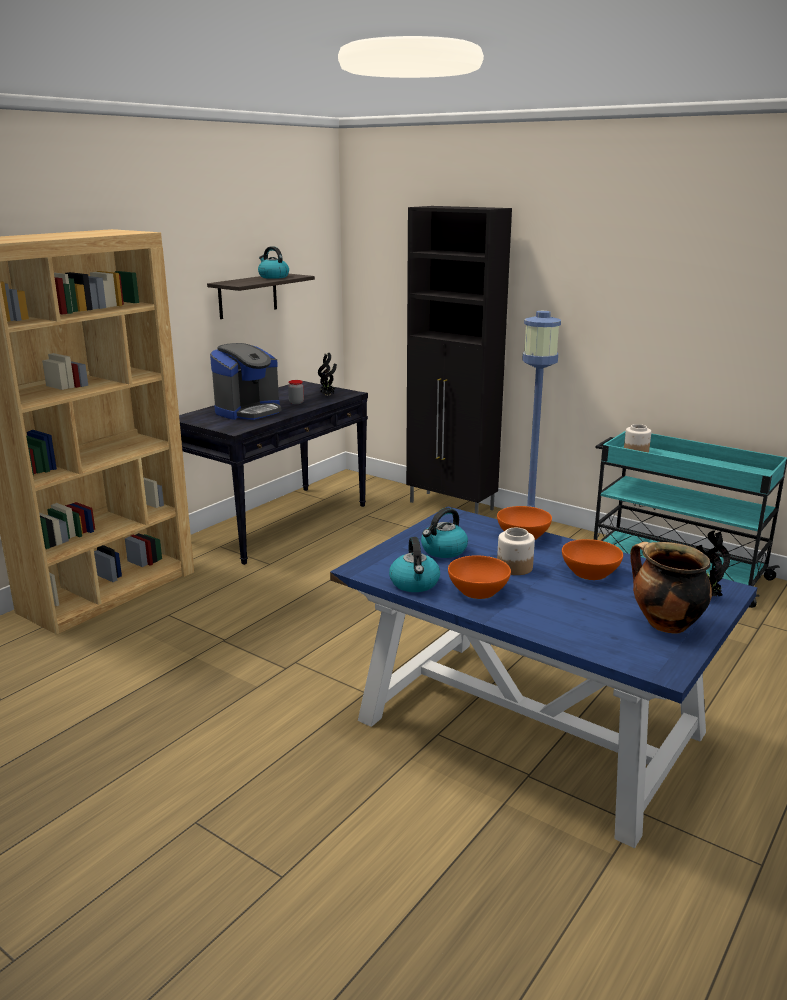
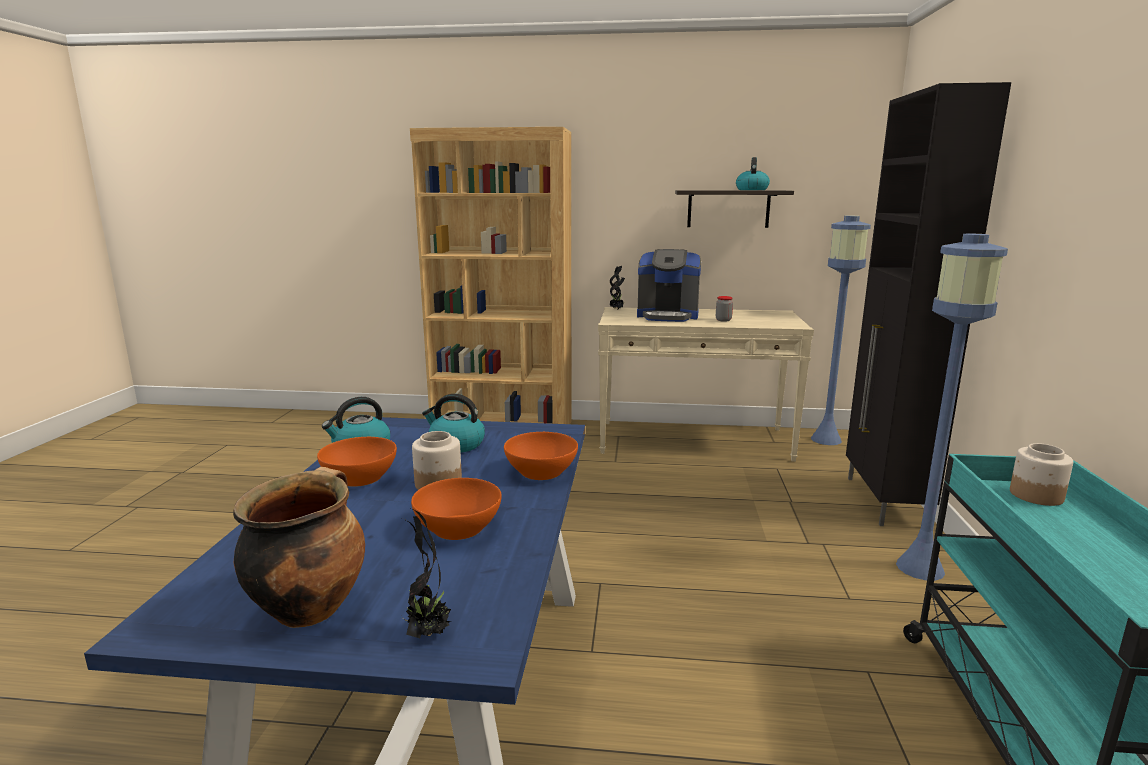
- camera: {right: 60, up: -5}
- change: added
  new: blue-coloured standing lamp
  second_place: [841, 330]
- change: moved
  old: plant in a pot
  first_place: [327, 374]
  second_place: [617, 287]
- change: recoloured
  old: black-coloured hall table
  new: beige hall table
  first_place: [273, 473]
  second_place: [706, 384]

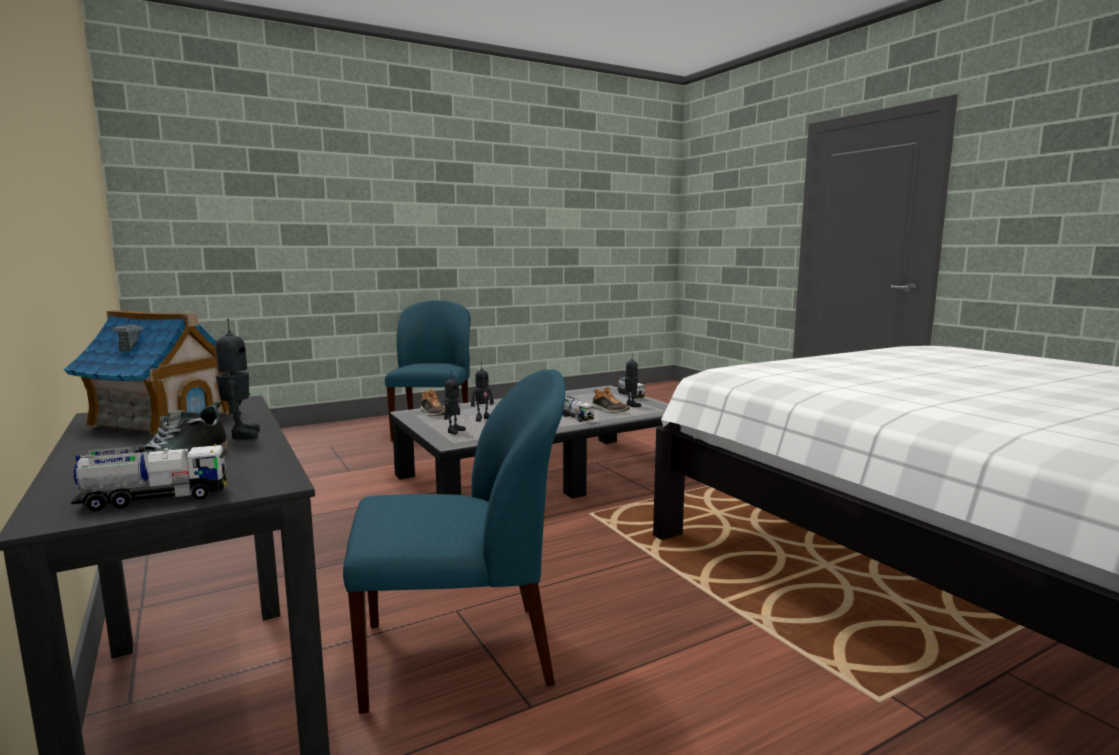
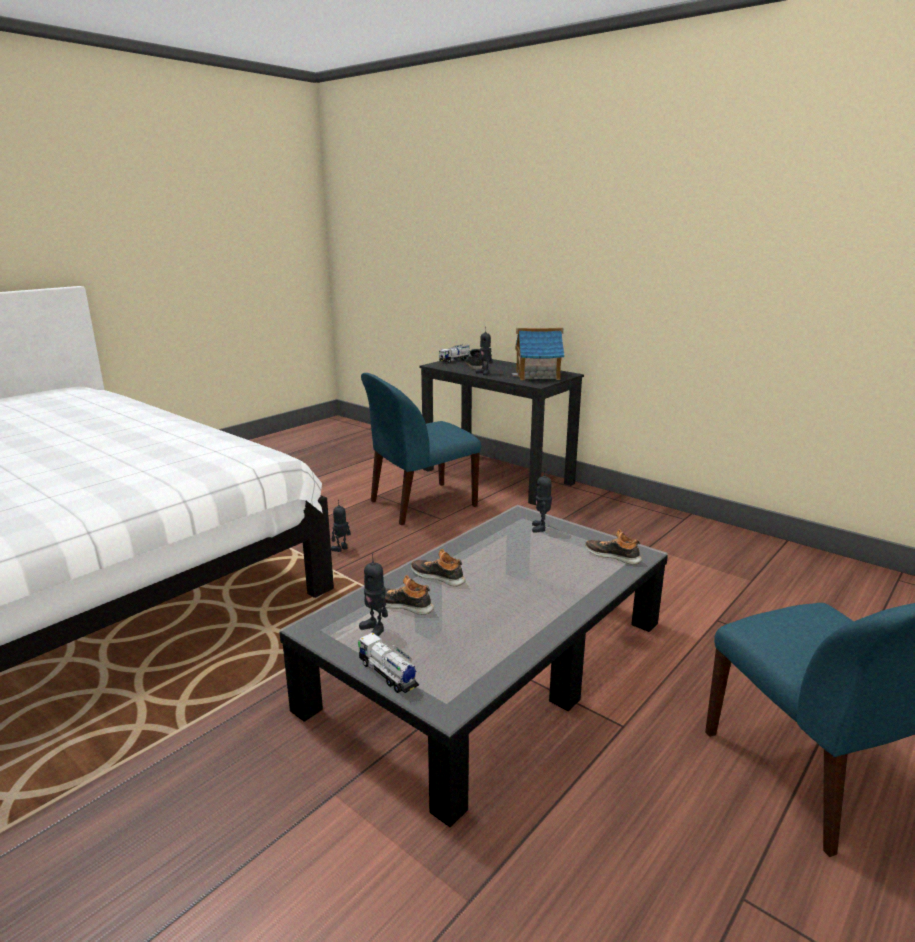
- camera: {right: 160, up: 10}
- change: moved
  old: model robot
  first_place: [482, 392]
  second_place: [341, 526]
- change: replaced
  old: toy lorry
  new: shoe
  first_place: [578, 408]
  second_place: [438, 567]

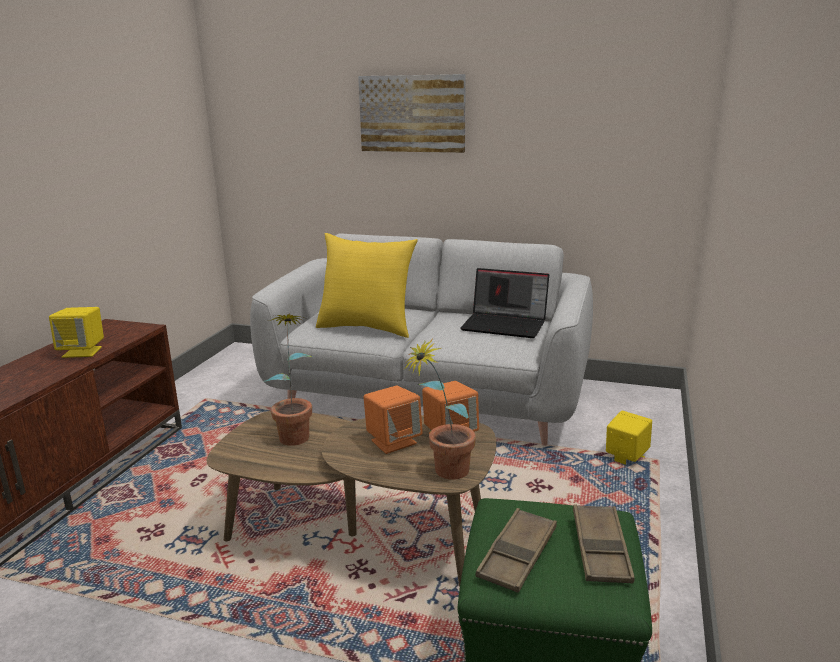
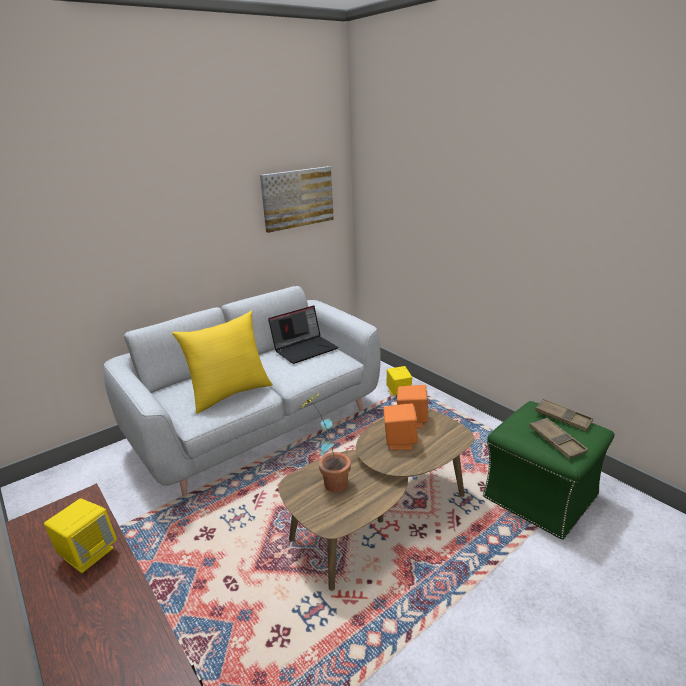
- camera: {right: -55, up: 5}
- change: removed
  old: plant in a pot
  first_place: [439, 409]
- change: moved
  old: wall picture
  first_place: [412, 113]
  second_place: [297, 199]

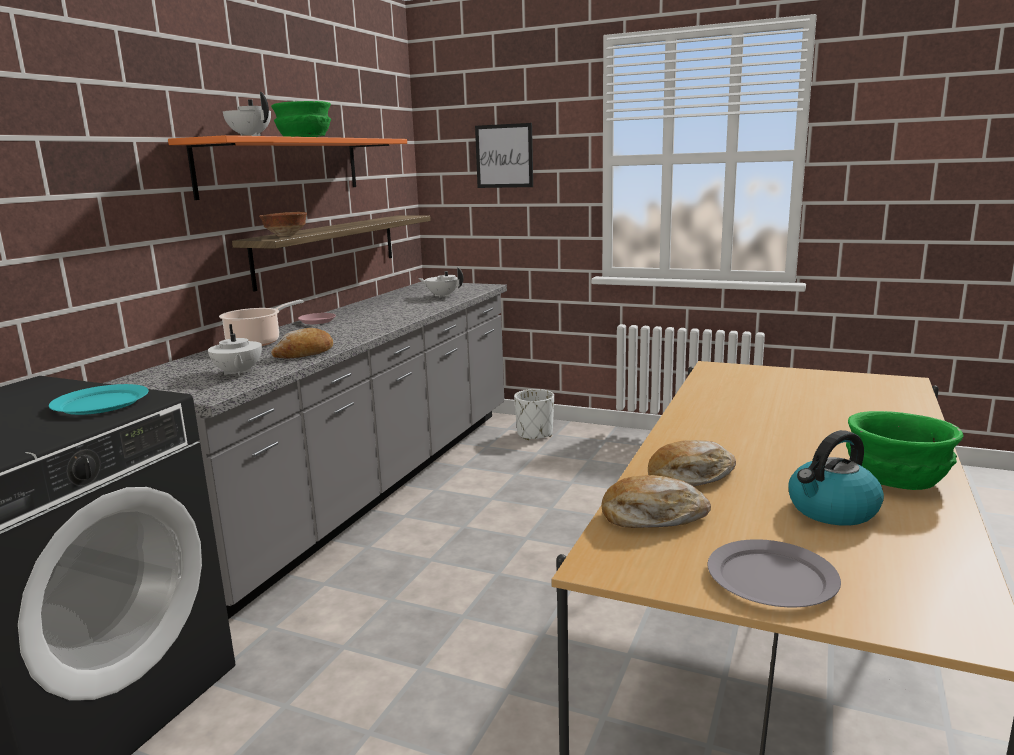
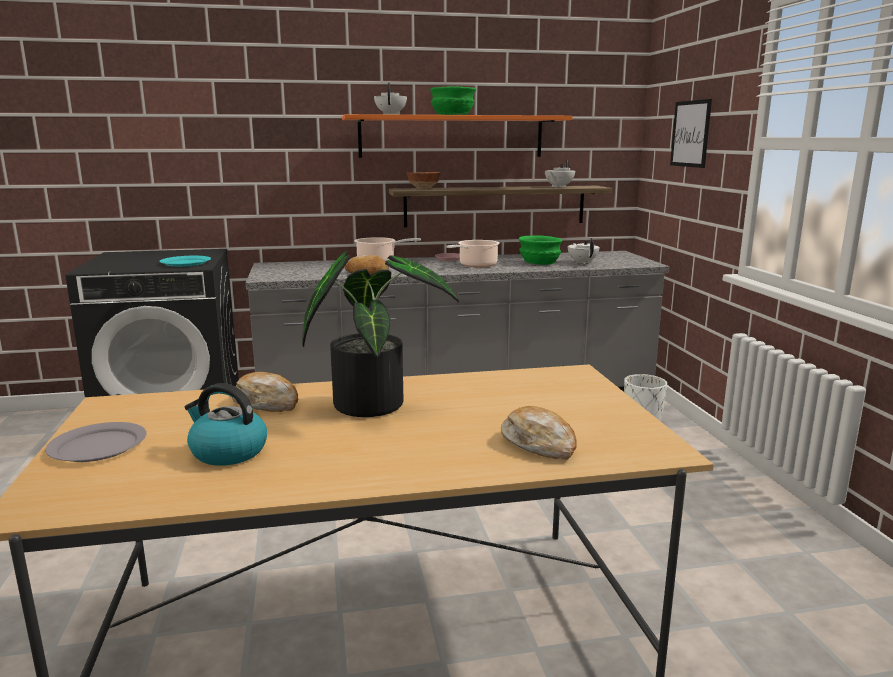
- camera: {right: 55, up: 0}
- change: added
  new: plant in a pot
  second_place: [380, 334]
- change: added
  new: saucepot
  second_place: [473, 253]
- change: moved
  old: white pot for tea
  first_place: [235, 350]
  second_place: [560, 173]
- change: moved
  old: bread
  first_place: [656, 501]
  second_place: [539, 433]
- change: moved
  old: green bowl
  first_place: [904, 450]
  second_place: [540, 250]

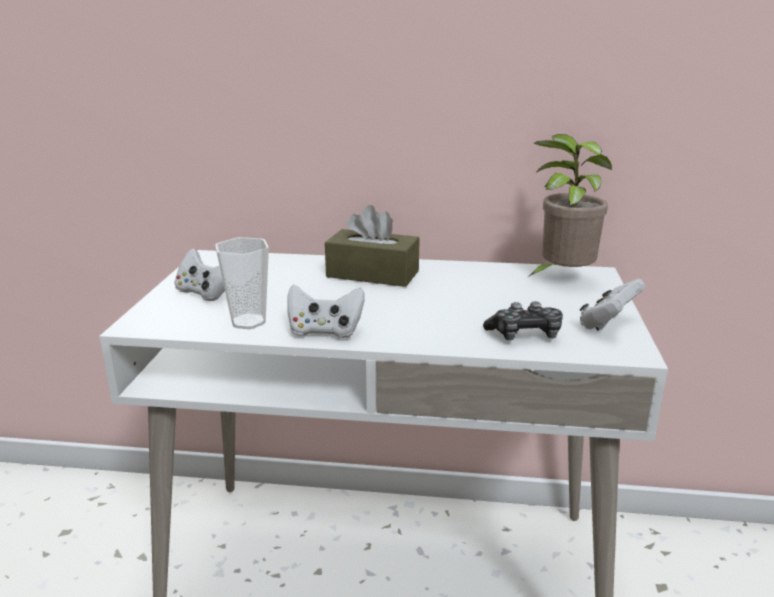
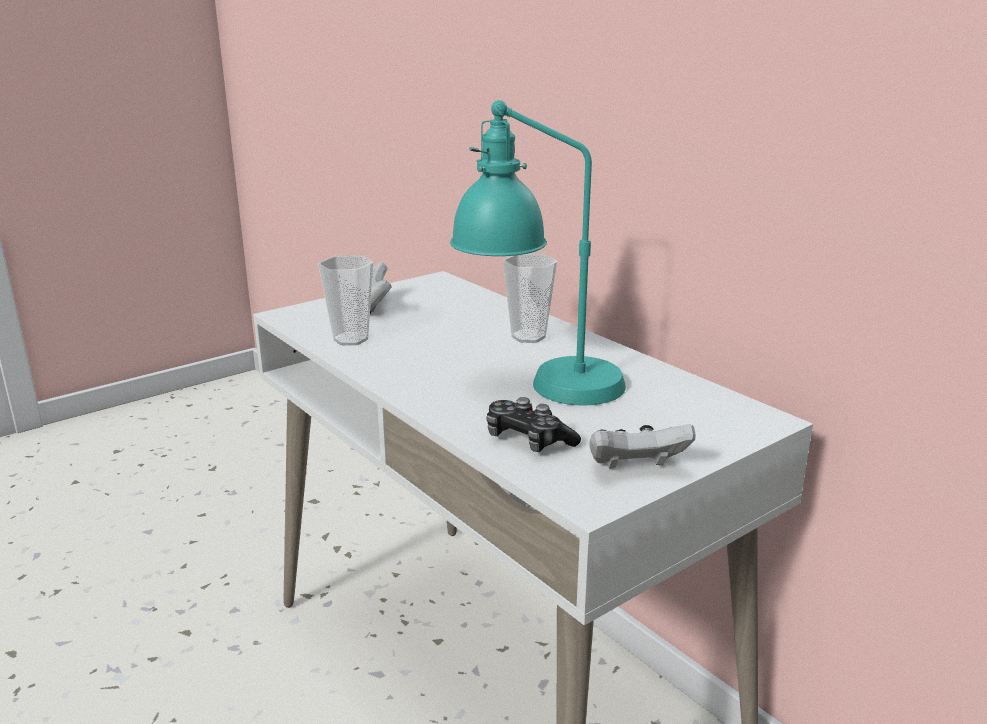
- camera: {right: 45, up: 0}
- change: removed
  old: white game controller
  first_place: [326, 311]
- change: removed
  old: plant in a pot
  first_place: [570, 205]
- change: added
  new: turquoise-coloured table lamp
  second_place: [538, 253]
- change: replaced
  old: brown tissue box
  new: drinking cup
  first_place: [372, 246]
  second_place: [530, 298]

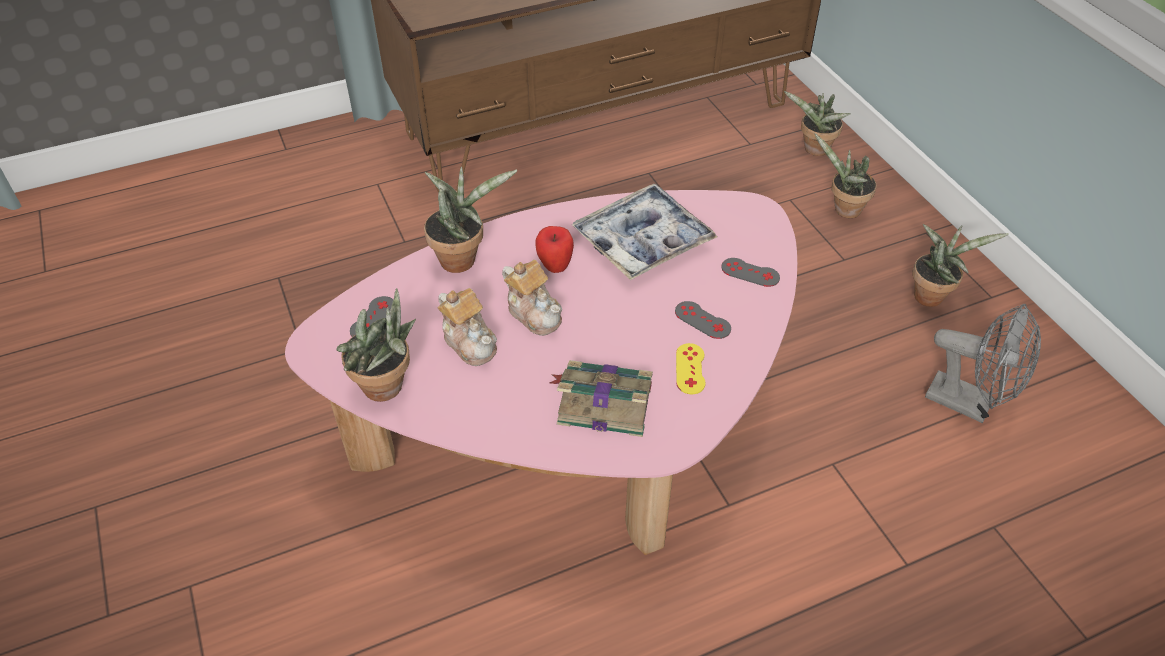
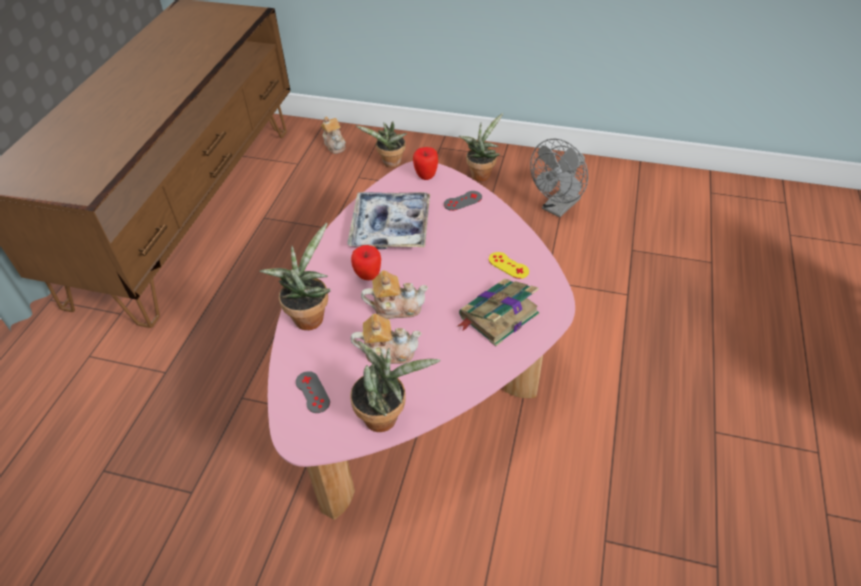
- camera: {right: -50, up: 0}
- change: removed
  old: greyish game controller
  first_place: [703, 320]
- change: added
  new: whole apple
  second_place: [425, 163]
- change: replaced
  old: plant in a pot
  new: pot for tea
  first_place: [817, 123]
  second_place: [333, 135]
- change: turned
  old: greyish fan
  first_place: [983, 363]
  second_place: [559, 178]
  degrees: 150

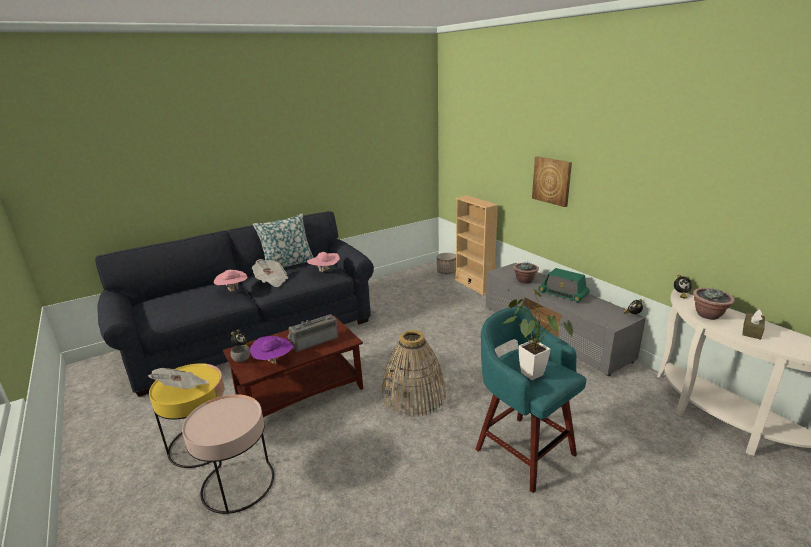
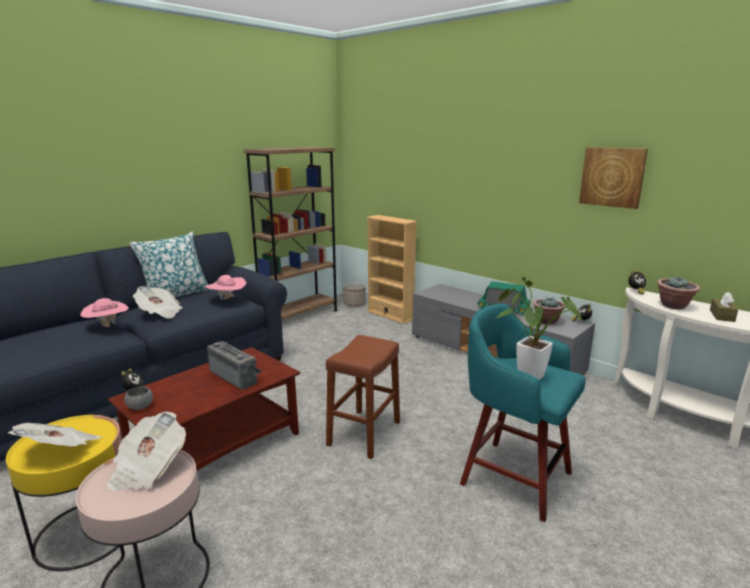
- camera: {right: -15, up: -5}
- change: removed
  old: purple-coloured wearable hat
  first_place: [271, 350]
- change: added
  new: daily paper
  second_place: [146, 451]
- change: added
  new: brown bookcase
  second_place: [291, 233]
- change: moved
  old: plant in a pot
  first_place: [526, 273]
  second_place: [549, 311]
- change: moved
  old: wall picture
  first_place: [552, 181]
  second_place: [613, 178]
- change: replaced
  old: household basket
  new: brown sitting stool
  first_place: [414, 373]
  second_place: [363, 397]
- change: turned
  old: radio
  first_place: [312, 333]
  second_place: [234, 365]
  degrees: 90

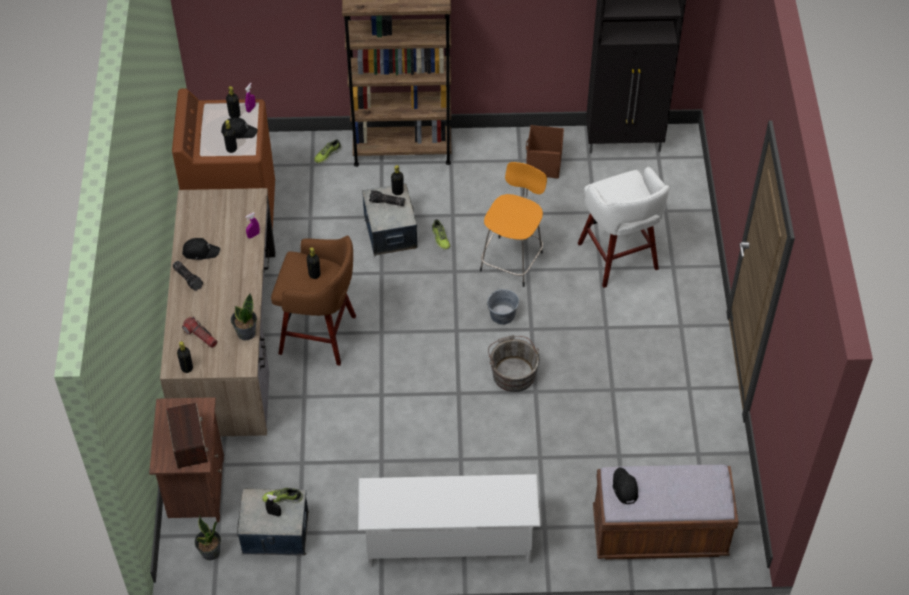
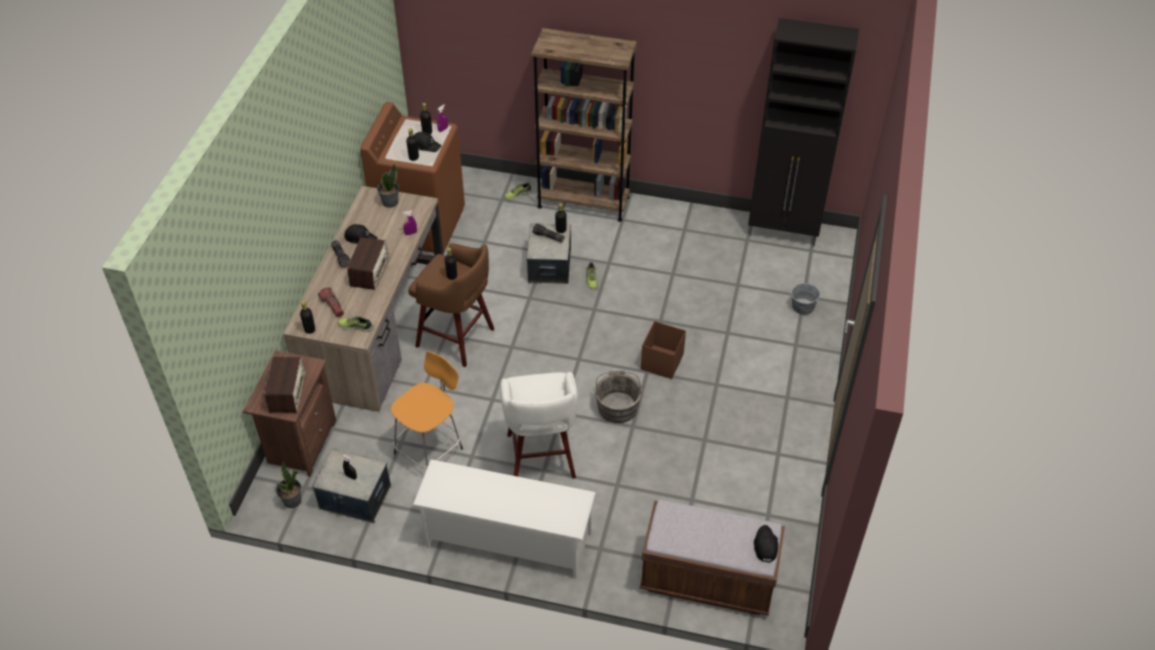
- camera: {right: 15, up: -5}
- change: added
  new: radio
  second_place: [368, 263]
- change: moved
  old: plant in a pot
  first_place: [244, 316]
  second_place: [388, 186]
- change: moved
  old: shoe
  first_place: [282, 496]
  second_place: [355, 324]
- change: moved
  old: orange sitting stool
  first_place: [513, 224]
  second_place: [427, 409]
- change: moved
  old: greyish water bucket
  first_place: [503, 307]
  second_place: [805, 297]
- change: moved
  old: brown storage box
  first_place: [545, 151]
  second_place: [663, 350]
- change: moved
  old: white sitting stool
  first_place: [623, 227]
  second_place: [539, 425]
- change: moved
  old: black-coloured baseball cap
  first_place: [625, 485]
  second_place: [766, 543]

